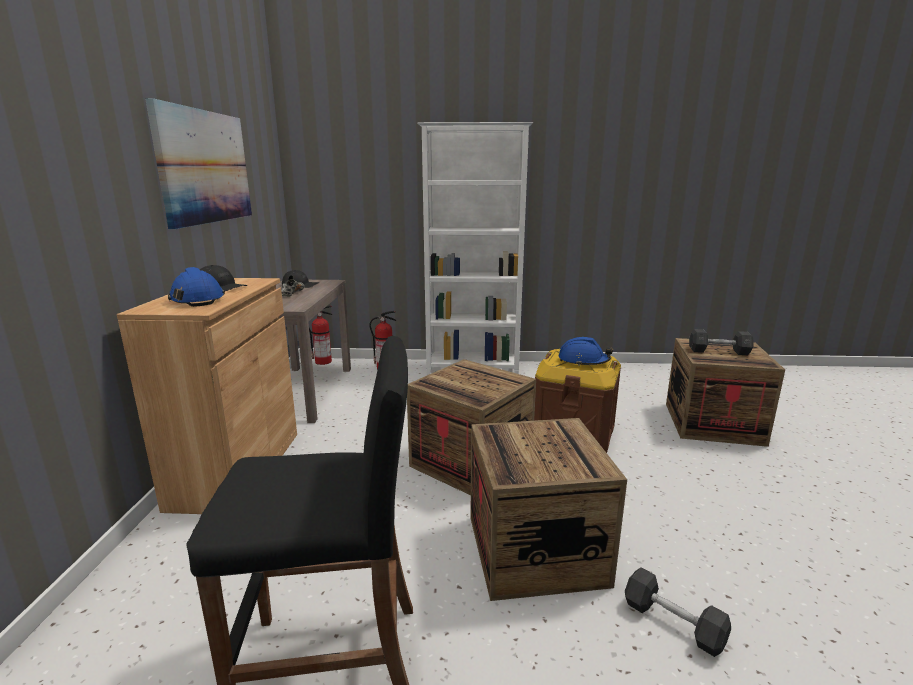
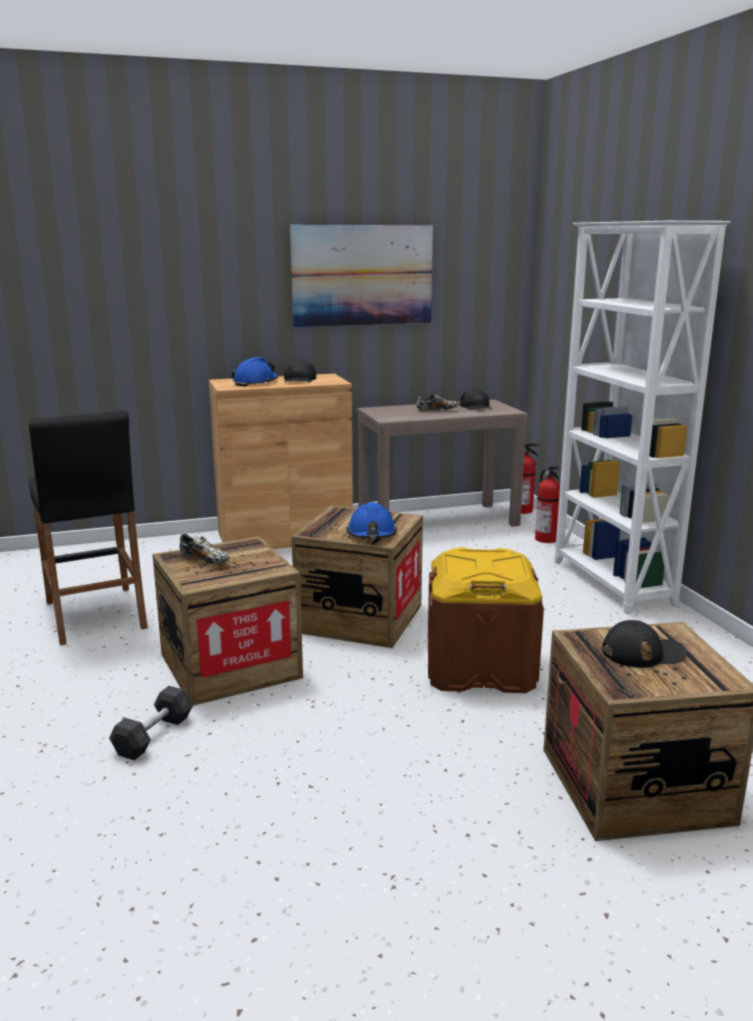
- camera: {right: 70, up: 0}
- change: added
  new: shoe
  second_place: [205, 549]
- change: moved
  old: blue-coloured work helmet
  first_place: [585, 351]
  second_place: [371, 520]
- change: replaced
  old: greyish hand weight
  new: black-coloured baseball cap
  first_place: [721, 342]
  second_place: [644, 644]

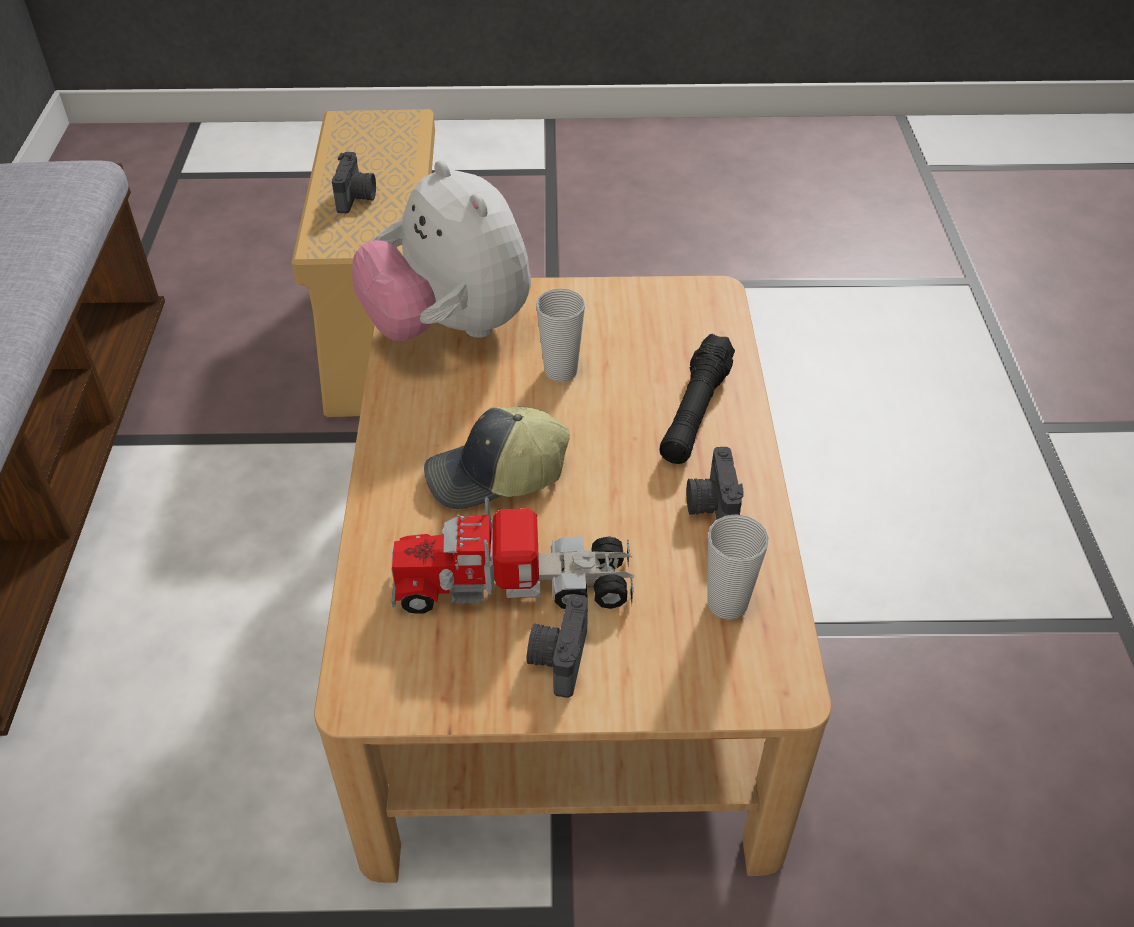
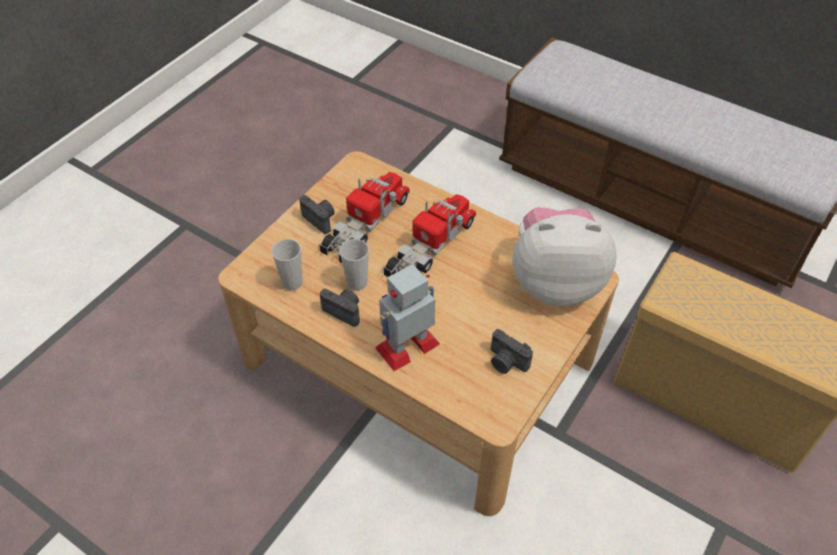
- camera: {right: 125, up: 5}
- change: moved
  old: still camera
  first_place: [354, 182]
  second_place: [512, 351]
- change: moved
  old: drinking cup
  first_place: [560, 335]
  second_place: [354, 265]
- change: replaced
  old: baseball cap
  new: toy lorry
  first_place: [497, 457]
  second_place: [429, 235]
- change: replaced
  old: black-coloured hand torch
  new: model robot
  first_place: [697, 399]
  second_place: [407, 317]

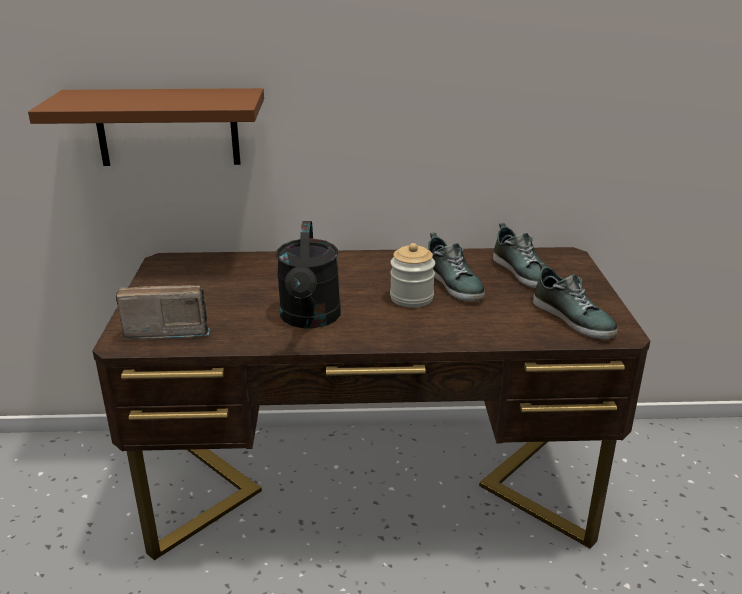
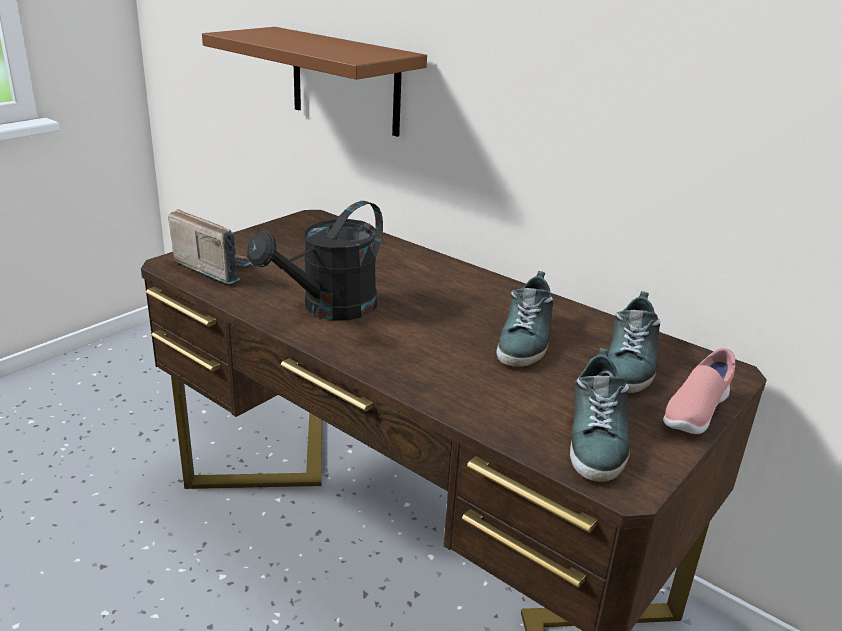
- camera: {right: 40, up: 0}
- change: removed
  old: preserve jar
  first_place: [412, 275]
- change: added
  new: pink-coloured shoe
  second_place: [699, 391]

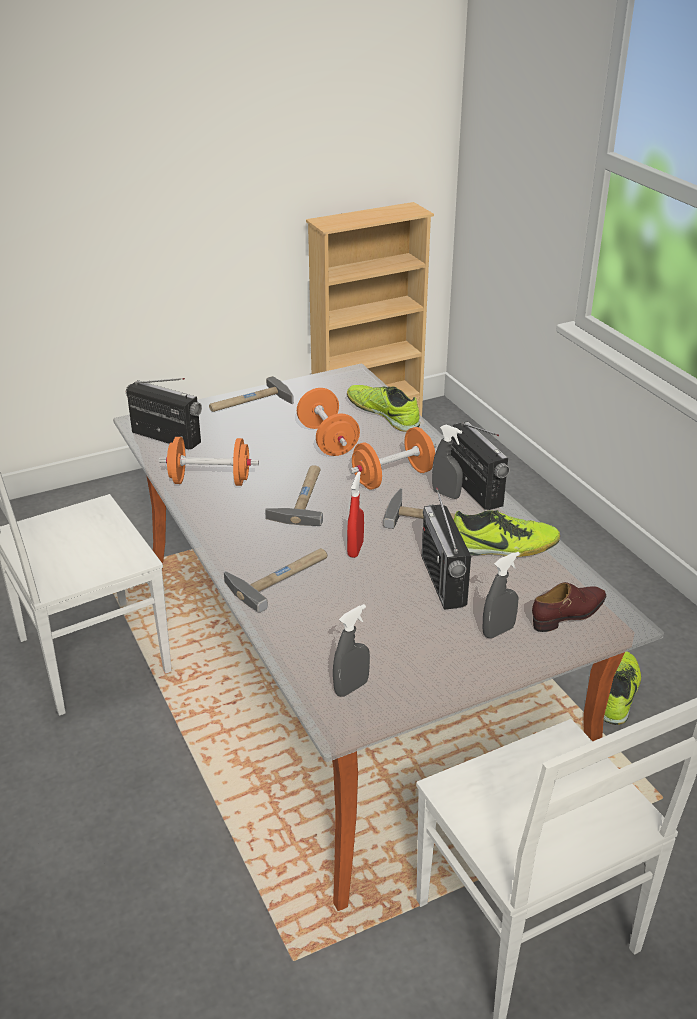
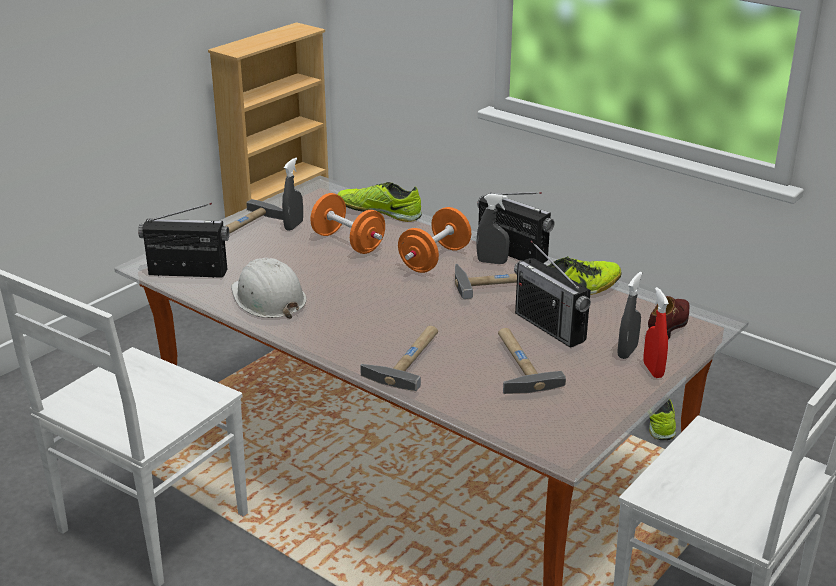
- camera: {right: -25, up: -5}
- change: moved
  old: hammer
  first_place: [294, 495]
  second_place: [532, 361]
- change: moved
  old: greyish hand sprayer
  first_place: [351, 650]
  second_place: [292, 194]
- change: moved
  old: reddish hand sprayer
  first_place: [355, 514]
  second_place: [656, 332]
- change: replaced
  old: orange hand weight
  new: white work helmet
  first_place: [209, 461]
  second_place: [269, 288]

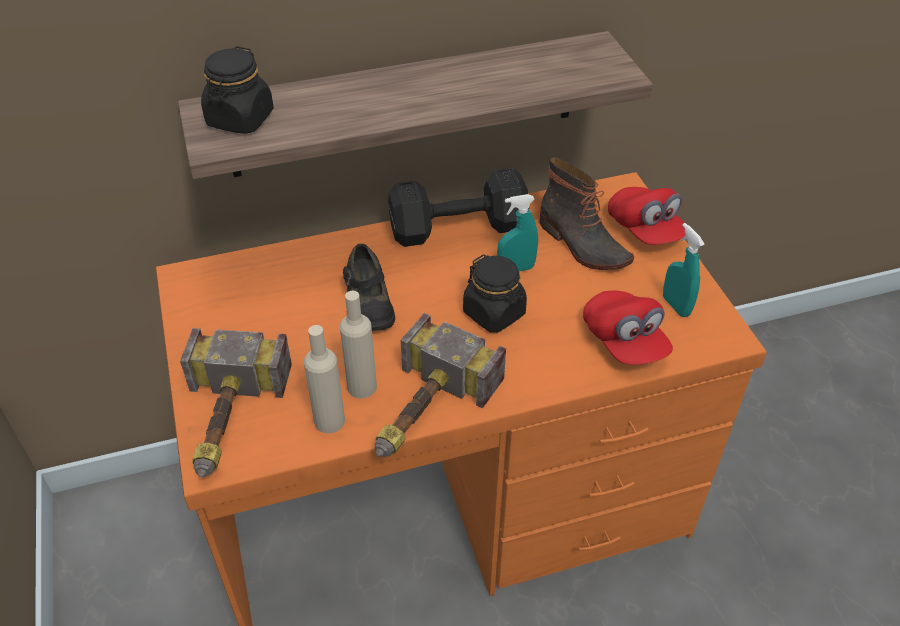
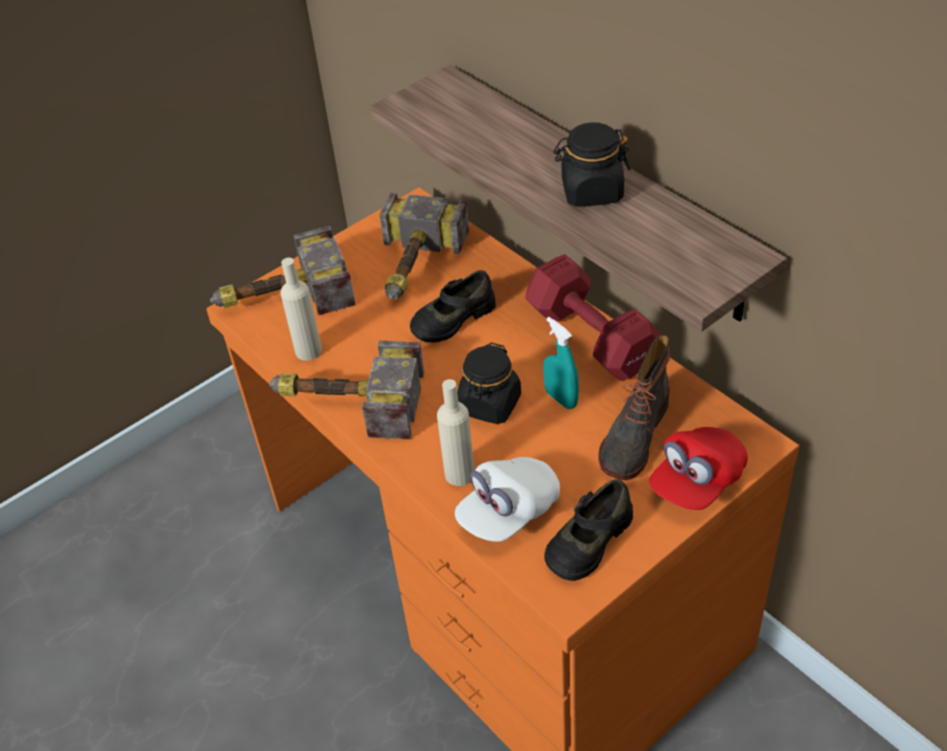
- camera: {right: 70, up: 0}
- change: added
  new: hammer
  second_place: [424, 245]
- change: moved
  old: black-coloured preserve jar
  first_place: [237, 90]
  second_place: [591, 164]
- change: moved
  old: beige drink bottle
  first_place: [358, 344]
  second_place: [456, 432]
- change: replaced
  old: turquoise-coloured hand sprayer
  new: black-coloured shoe
  first_place: [684, 270]
  second_place: [588, 530]
- change: recoloured
  old: black-coloured hand weight
  new: reddish hand weight
  first_place: [458, 207]
  second_place: [593, 317]
- change: recoloured
  old: reddish baseball cap
  new: white baseball cap
  first_place: [628, 328]
  second_place: [507, 499]

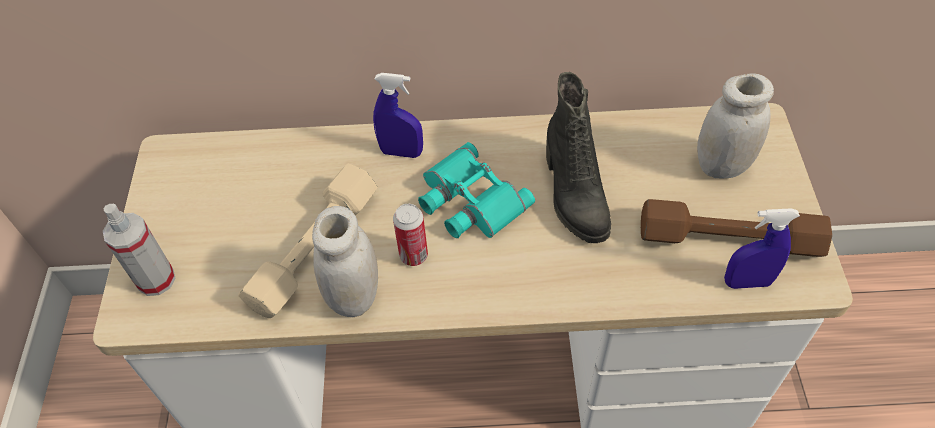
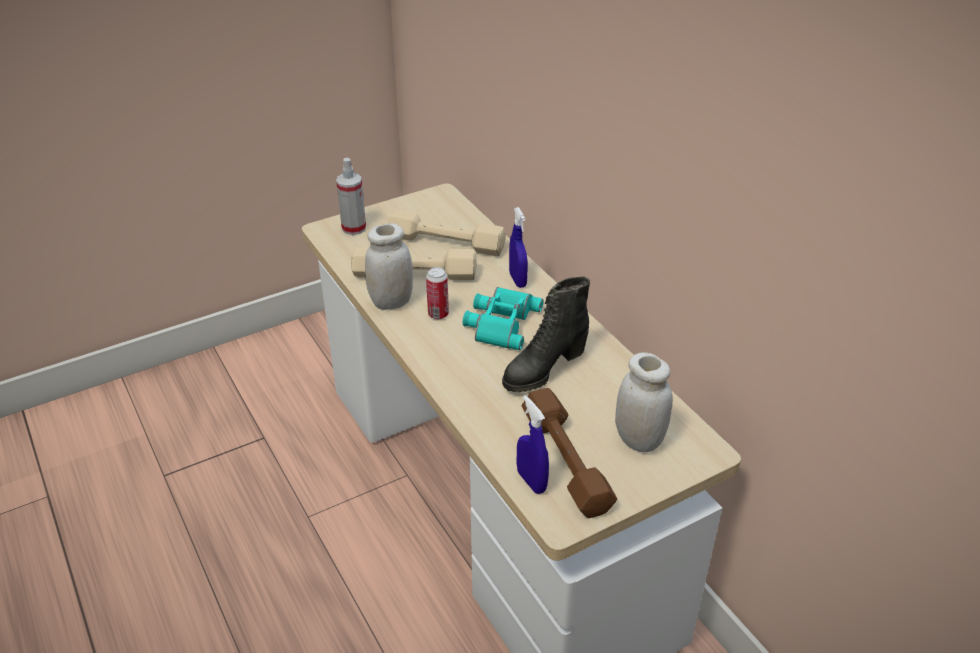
- camera: {right: 60, up: -15}
- change: added
  new: beige hand weight
  second_place: [447, 232]

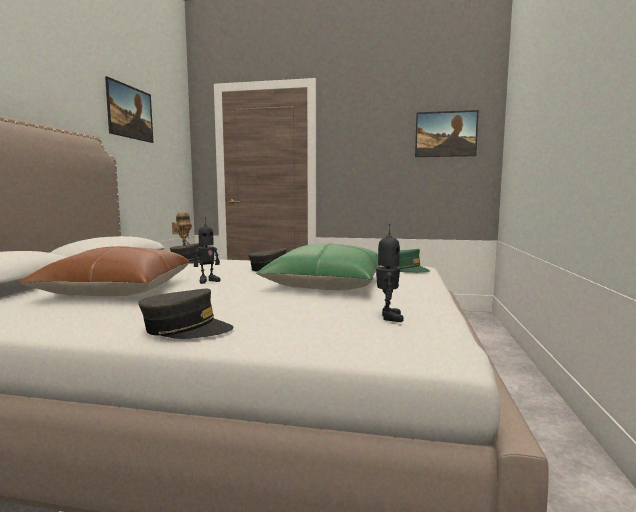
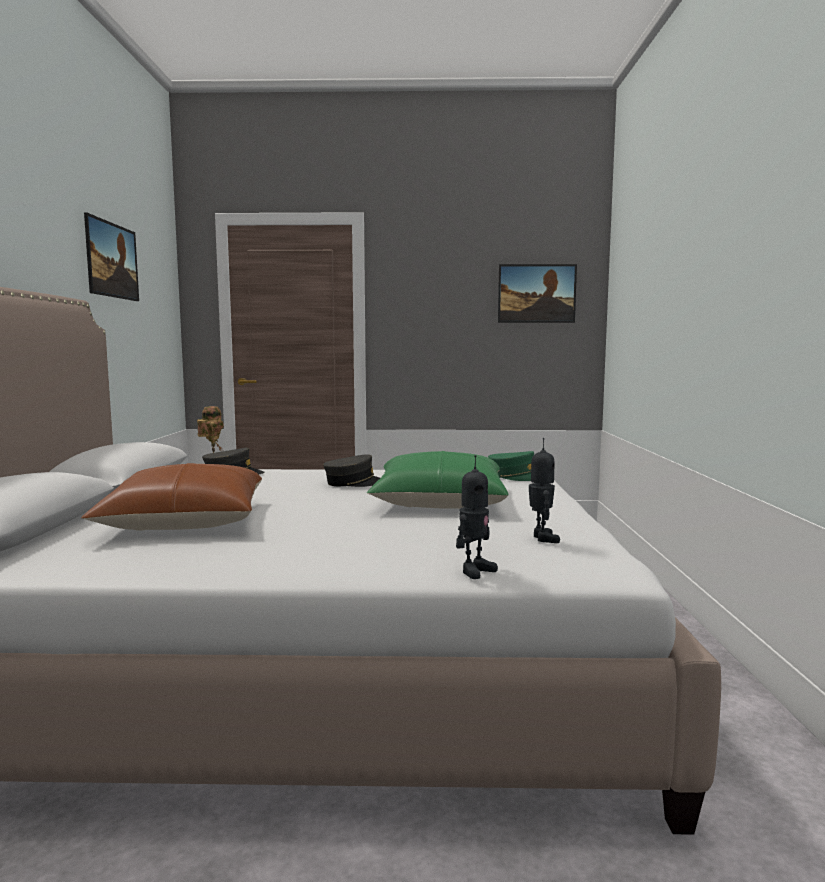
- camera: {right: -10, up: 0}
- change: removed
  old: greyish baseball cap
  first_place: [186, 314]
- change: moved
  old: model robot
  first_place: [207, 250]
  second_place: [477, 517]

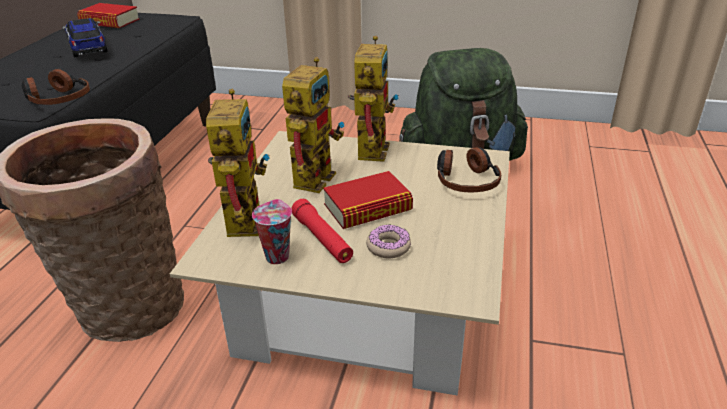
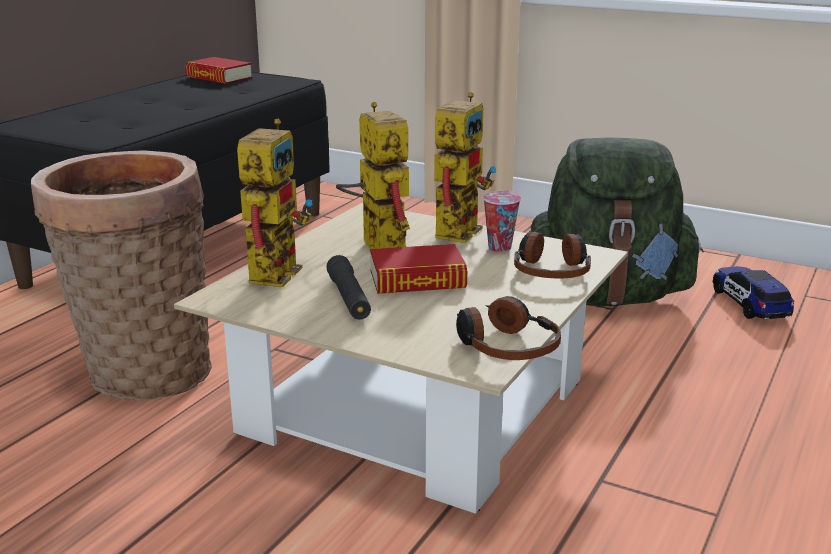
- camera: {right: 15, up: -10}
- change: removed
  old: ring doughnut
  first_place: [388, 241]
- change: moved
  old: headphones
  first_place: [56, 87]
  second_place: [508, 328]
- change: moved
  old: toy car
  first_place: [85, 37]
  second_place: [753, 292]
- change: moved
  old: drinking cup
  first_place: [272, 231]
  second_place: [502, 221]
- change: recoloured
  old: reddish hand torch
  new: black-coloured hand torch
  first_place: [322, 231]
  second_place: [348, 287]
- change: turned
  old: model robot
  first_place: [313, 125]
  second_place: [373, 175]
  degrees: -60

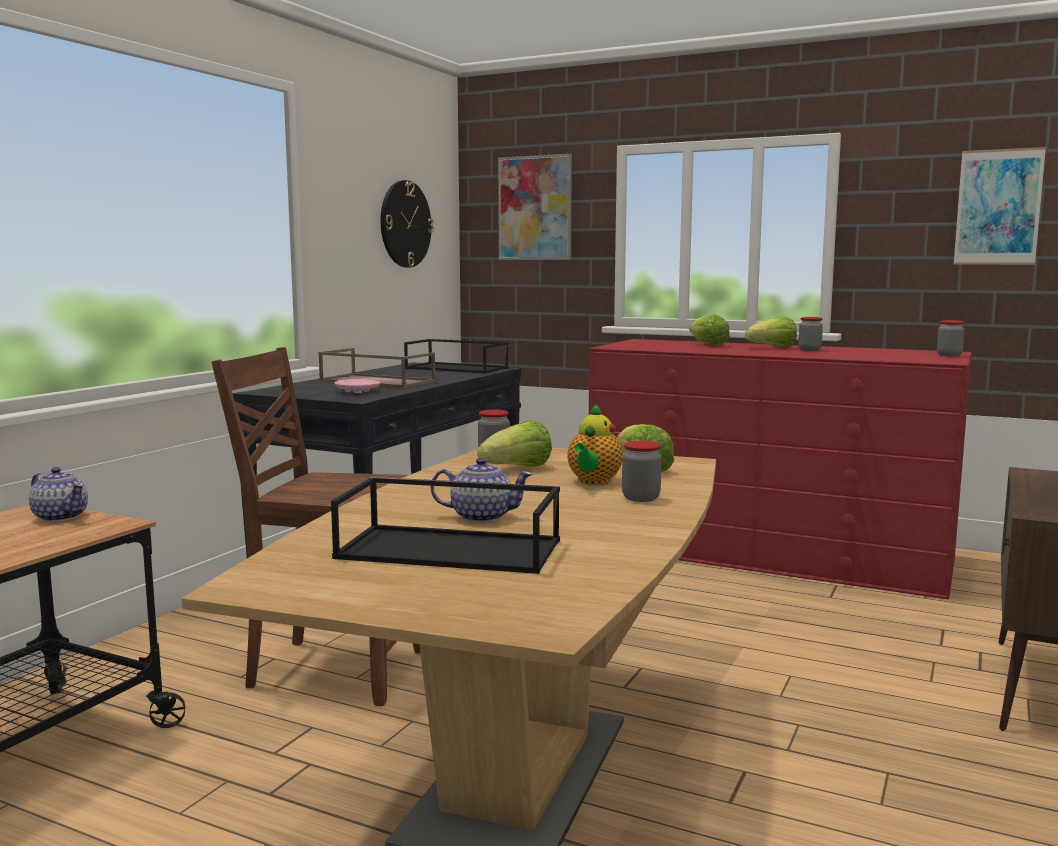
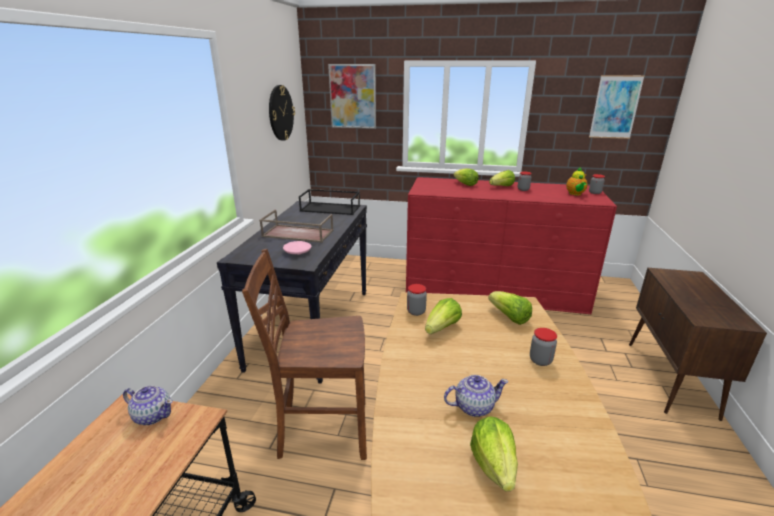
- camera: {right: -15, up: 15}
- change: moved
  old: pot for tea
  first_place: [595, 444]
  second_place: [577, 181]
- change: replaced
  old: black-coloured serving tray
  new: lettuce
  first_place: [445, 525]
  second_place: [494, 453]

